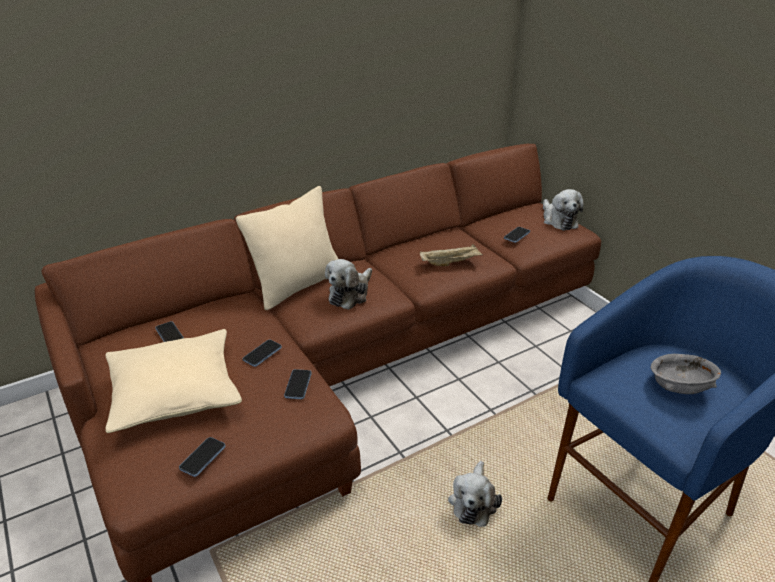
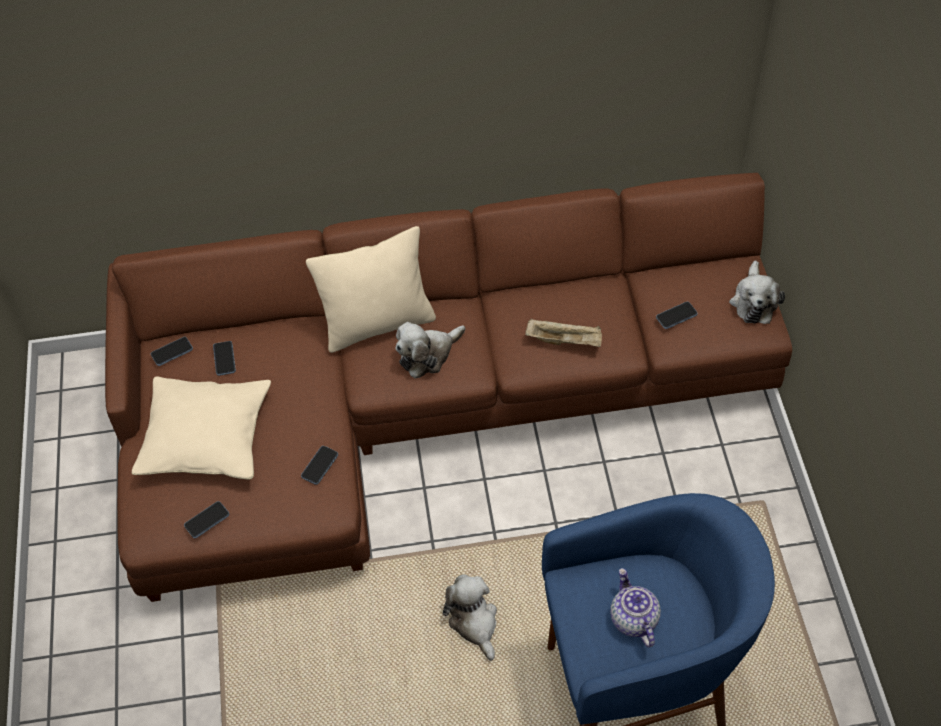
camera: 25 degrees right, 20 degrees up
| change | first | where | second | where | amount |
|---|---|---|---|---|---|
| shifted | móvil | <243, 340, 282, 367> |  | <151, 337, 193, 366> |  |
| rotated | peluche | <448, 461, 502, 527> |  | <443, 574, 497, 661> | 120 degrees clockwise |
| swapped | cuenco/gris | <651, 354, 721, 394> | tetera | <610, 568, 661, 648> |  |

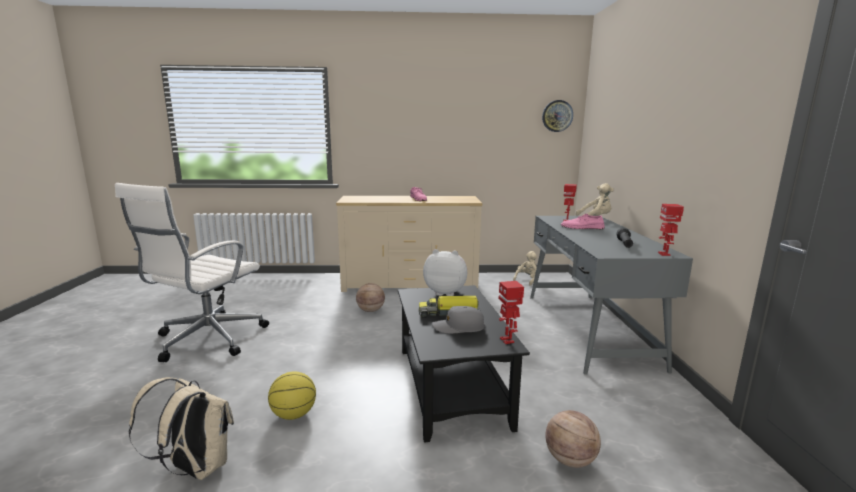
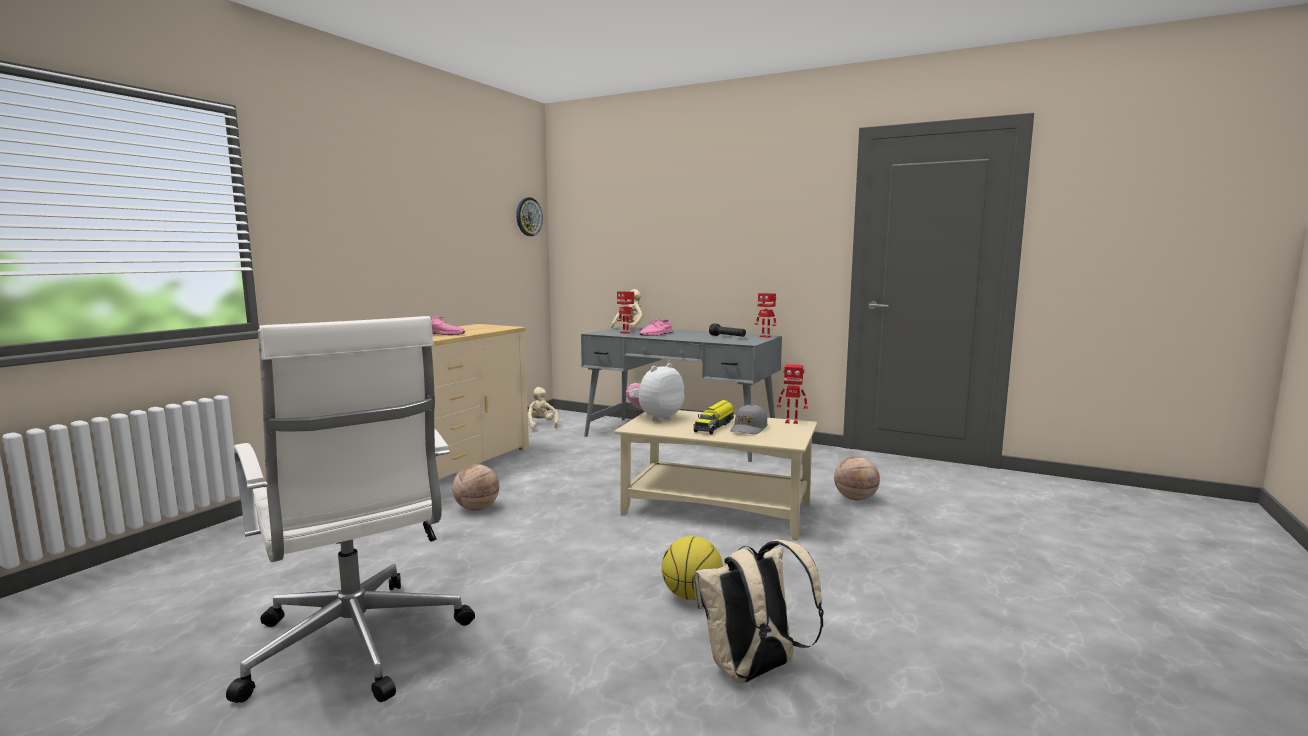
camera: 60 degrees left, 5 degrees down
| change | first | where | second | where | amount |
|---|---|---|---|---|---|
| repainted | mesa de centro/negro | <398, 285, 530, 443> | mesa de centro/beis | <614, 410, 818, 541> |  |

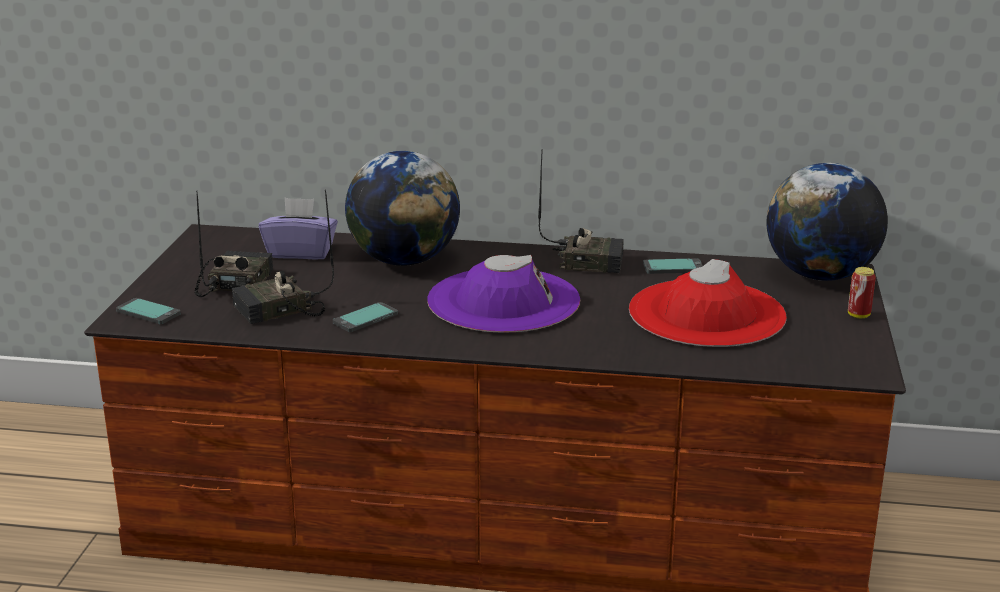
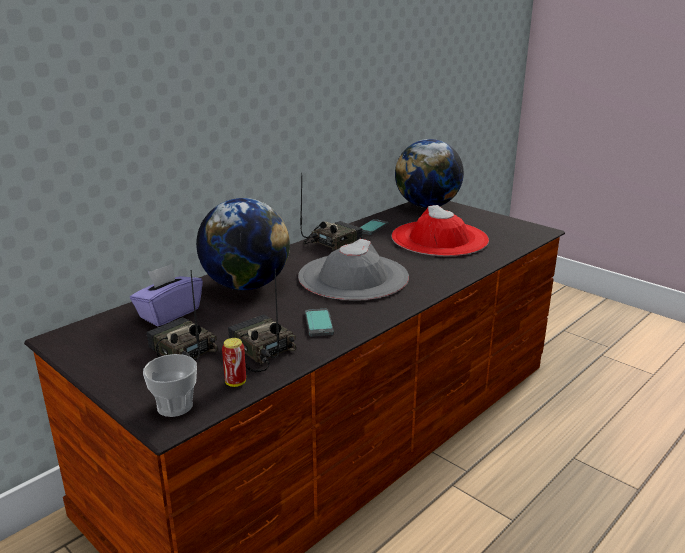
camera: 55 degrees left, 0 degrees up
| change | first | where | second | where | amount |
|---|---|---|---|---|---|
| swapped | móvil | <116, 298, 181, 324> | taza | <143, 354, 197, 417> |  |
| rotated | radio | <232, 190, 334, 324> |  | <228, 269, 296, 372> | 135 degrees clockwise |
| repainted | sombrero/morado | <427, 255, 580, 333> | sombrero/gris | <298, 239, 409, 300> |  |
| shifted | lata | <848, 267, 876, 318> |  | <222, 338, 246, 387> |  |

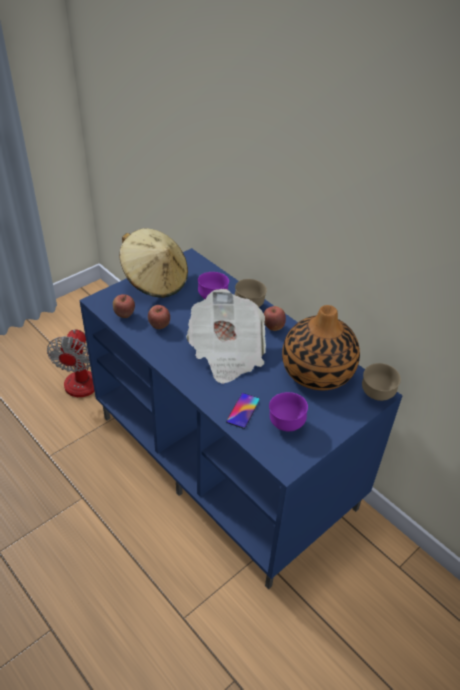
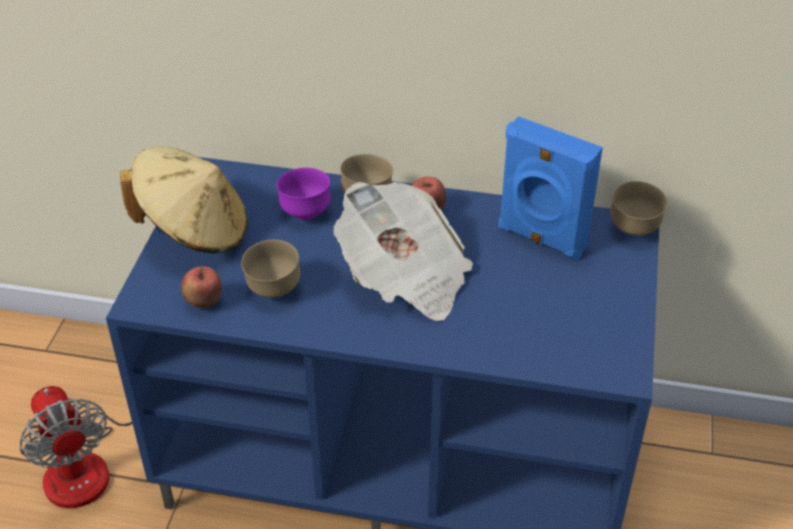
camera: 35 degrees left, 0 degrees up
| change | first | where | second | where | amount |
|---|---|---|---|---|---|
| swapped | manzana | <148, 305, 170, 329> | cuenco/marrón | <241, 240, 301, 298> |  |
| gone | móvil | <226, 393, 260, 429> |  |  |  |
| gone | cuenco/morado | <269, 392, 308, 431> |  |  |  |
| swapped | florero | <282, 305, 360, 390> | altavoz/azul | <498, 116, 603, 260> |  |

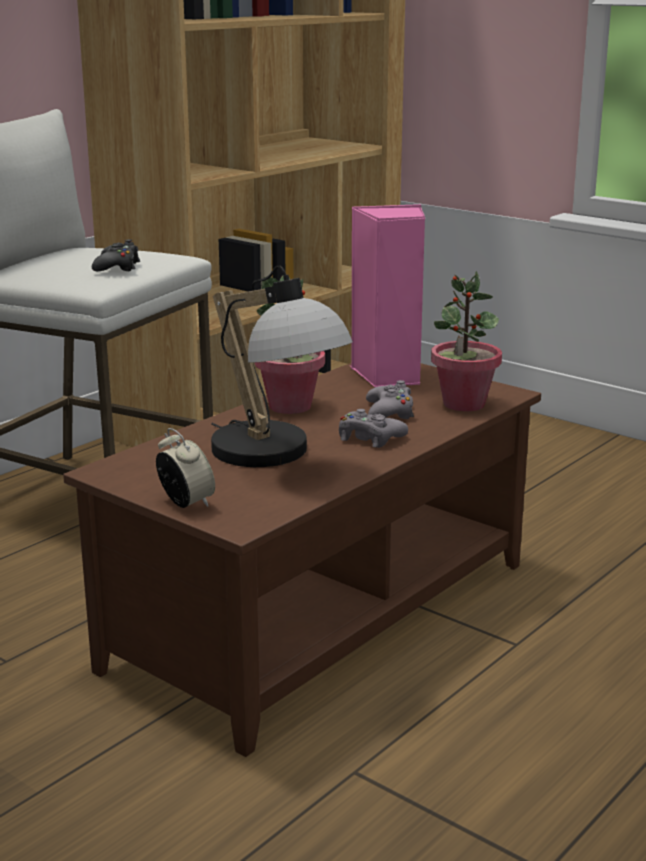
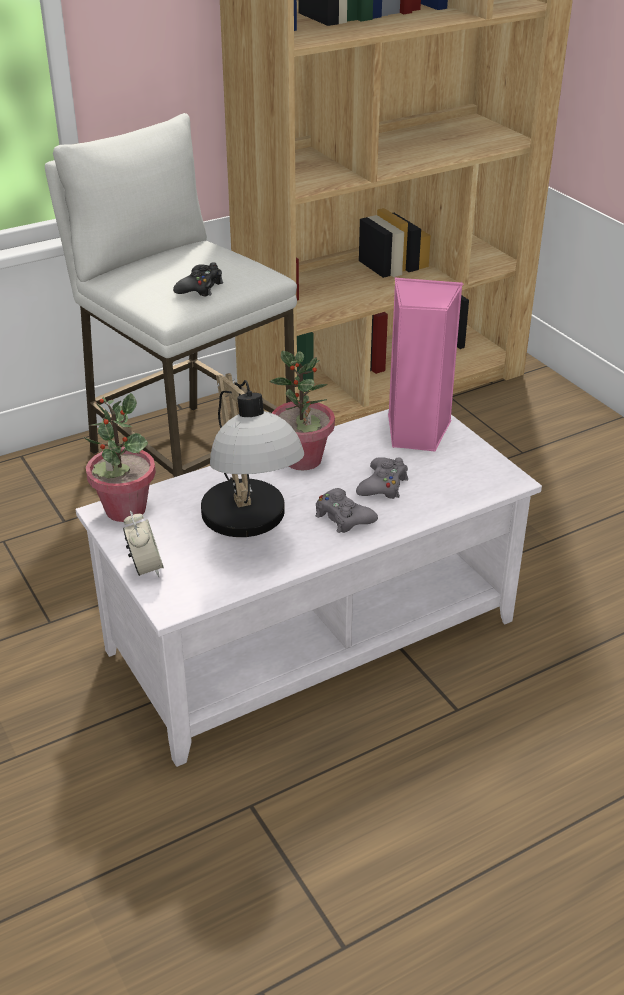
camera: 20 degrees right, 15 degrees up
| change | first | where | second | where | amount |
|---|---|---|---|---|---|
| repainted | mesa de centro/marrón | <63, 363, 541, 757> | mesa de centro/blanco | <75, 409, 542, 767> |  |
| shifted | planta en maceta | <431, 271, 502, 411> |  | <83, 393, 156, 522> |  |

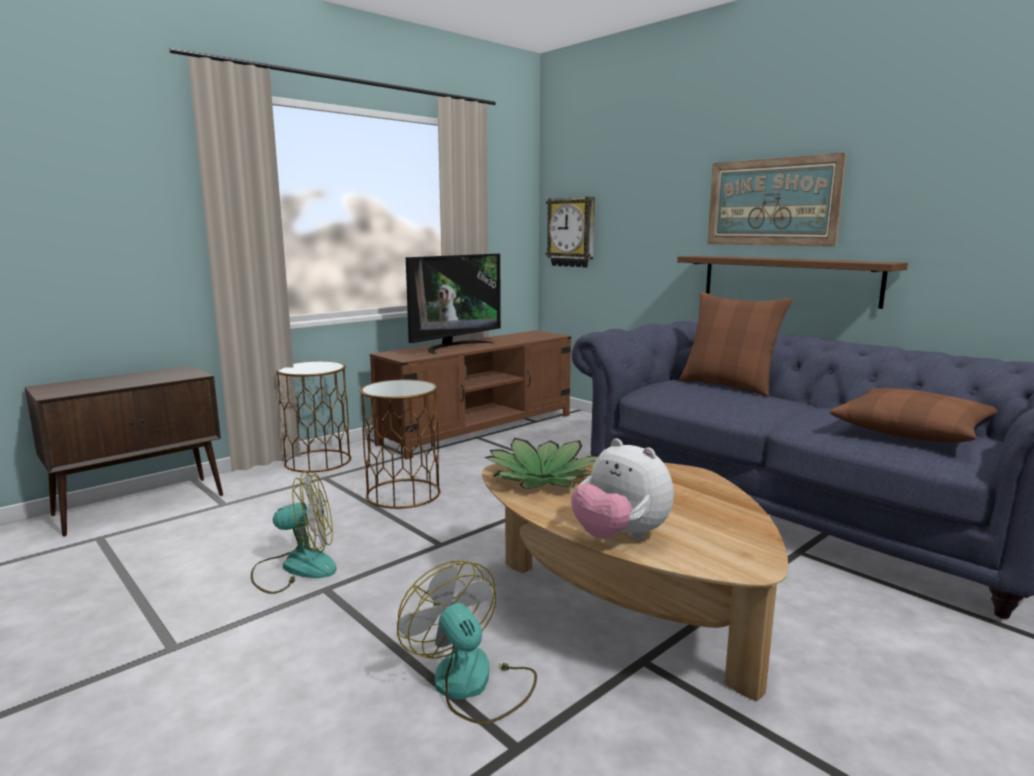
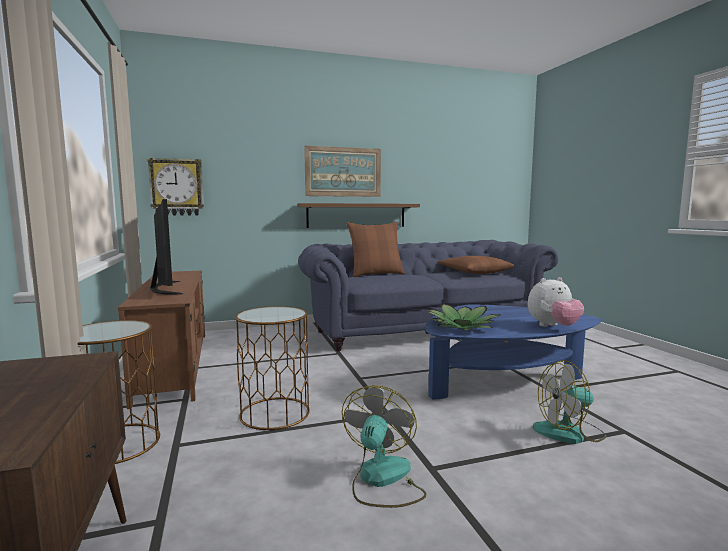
camera: 65 degrees left, 5 degrees down
| change | first | where | second | where | amount |
|---|---|---|---|---|---|
| repainted | mesa de centro/marrón | <482, 458, 788, 701> | mesa de centro/azul | <426, 304, 602, 400> |  |

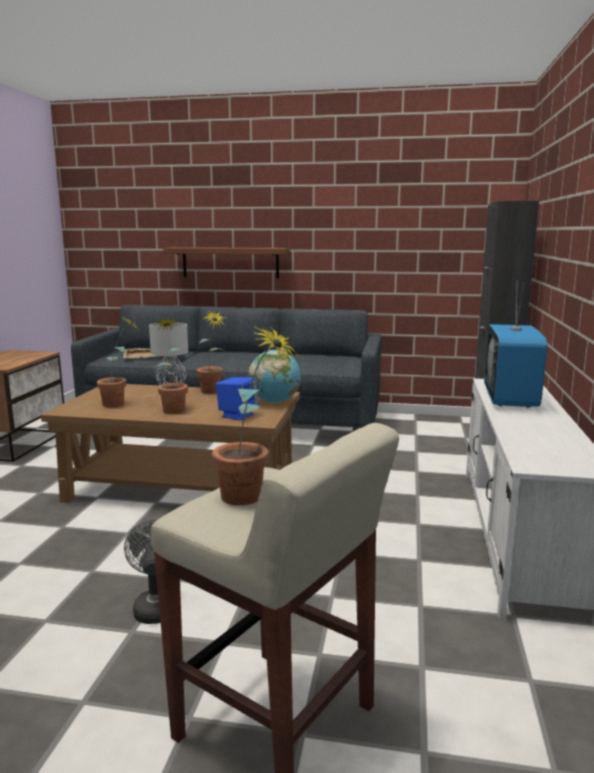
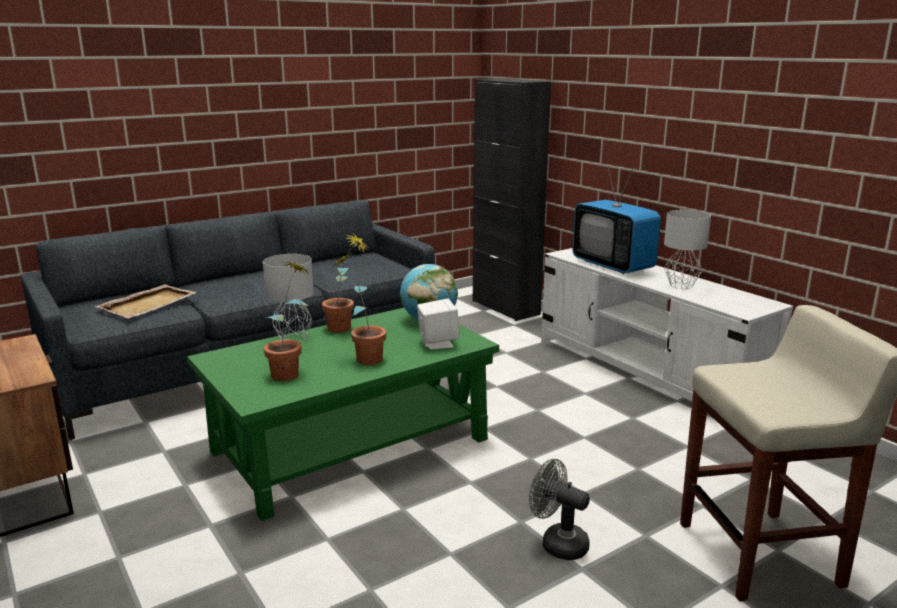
camera: 45 degrees left, 5 degrees up
| change | first | where | second | where | amount |
|---|---|---|---|---|---|
| repainted | mesa de centro/marrón | <41, 384, 300, 503> | mesa de centro/verde | <187, 308, 499, 521> |  |
| gone | estante | <163, 247, 290, 278> |  |  |  |
| gone | planta en maceta | <212, 326, 299, 505> |  |  |  |
| repainted | altavoz/azul | <216, 377, 259, 420> | altavoz/blanco | <417, 299, 460, 350> |  |
| new |  |  | lámpara de mesa/gris | <664, 210, 711, 289> |  |

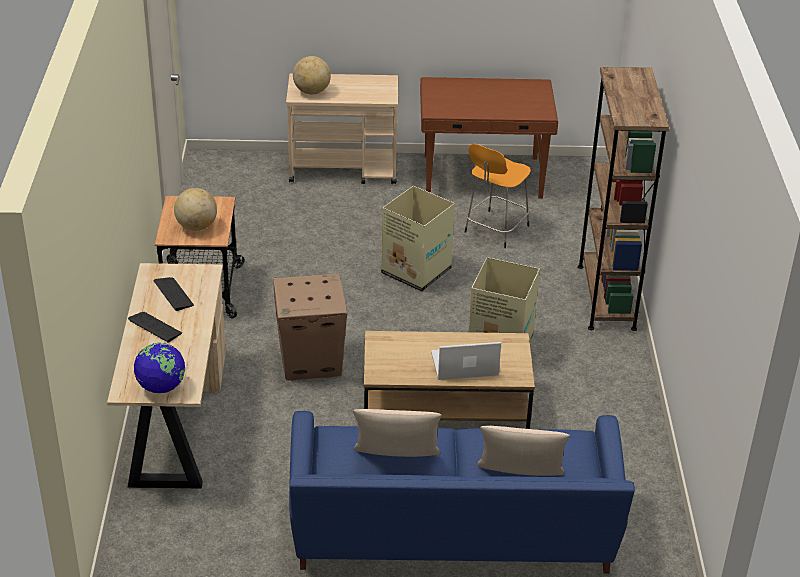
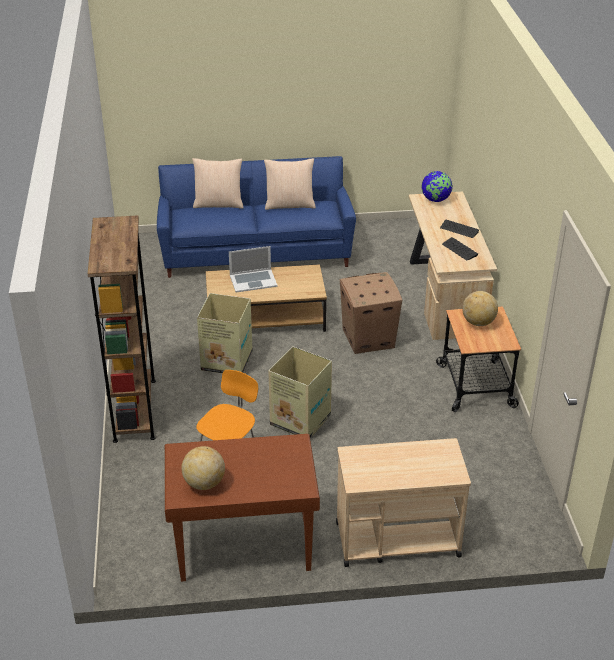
camera: 175 degrees right, 0 degrees up
| change | first | where | second | where | amount |
|---|---|---|---|---|---|
| shifted | globo terráqueo | <293, 56, 331, 94> |  | <181, 446, 225, 490> |  |

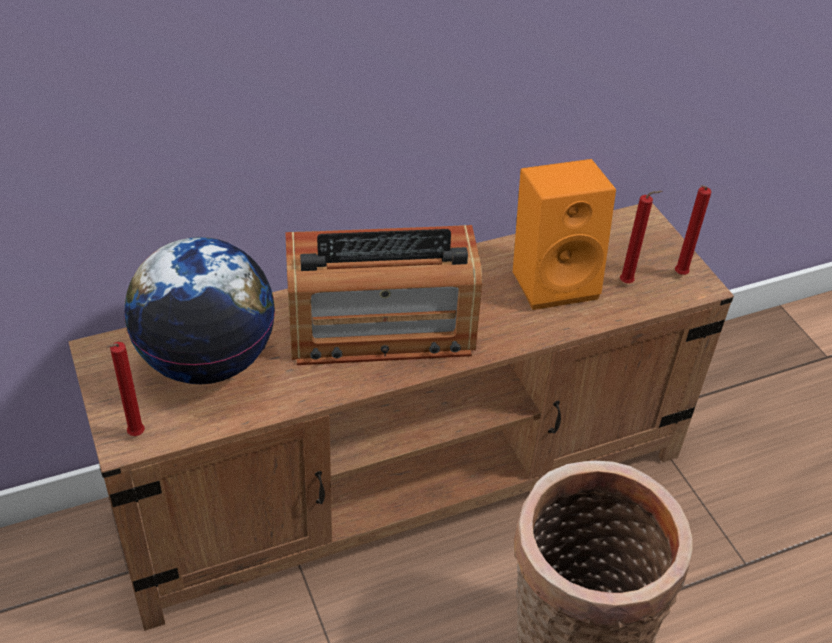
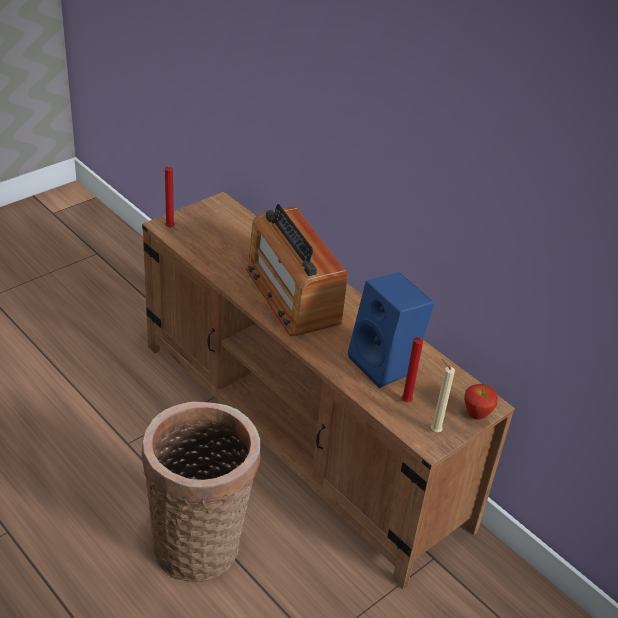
camera: 70 degrees right, 5 degrees down
| change | first | where | second | where | amount |
|---|---|---|---|---|---|
| gone | globo terráqueo | <124, 237, 275, 384> |  |  |  |
| repainted | altavoz/naranja | <513, 159, 616, 310> | altavoz/azul | <348, 272, 434, 388> |  |
| repainted | vela/rojo | <675, 185, 711, 275> | vela/beis | <431, 359, 455, 432> |  |
| new |  |  | manzana | <464, 384, 498, 420> |  |

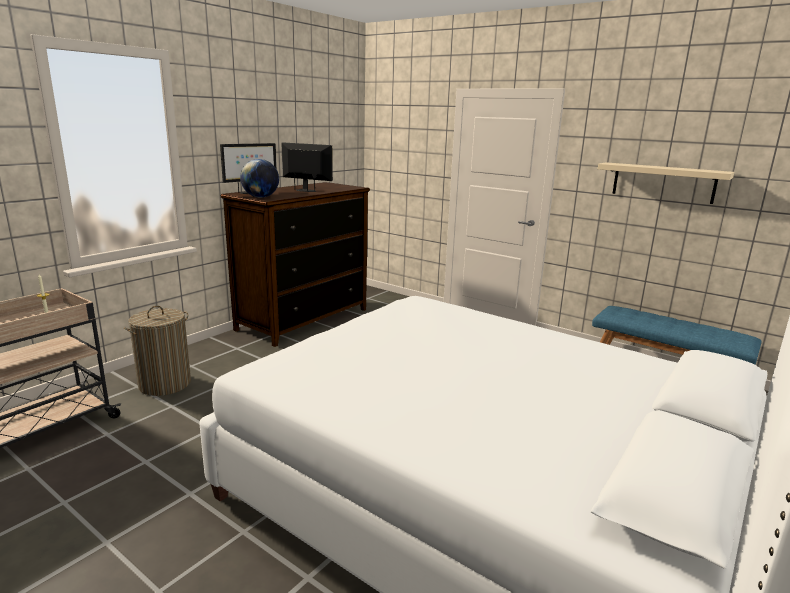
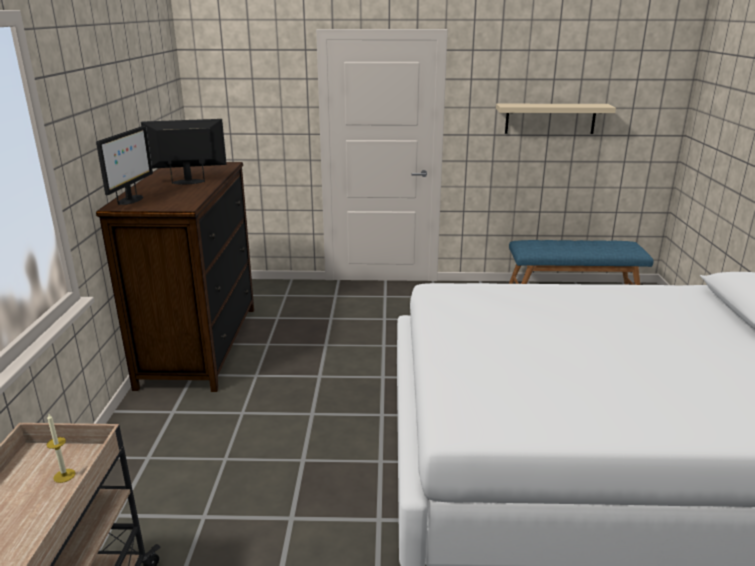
camera: 35 degrees left, 5 degrees up
| change | first | where | second | where | amount |
|---|---|---|---|---|---|
| gone | cesto de la ropa | <124, 306, 191, 396> |  |  |  |
| gone | globo terráqueo | <240, 159, 279, 198> |  |  |  |

